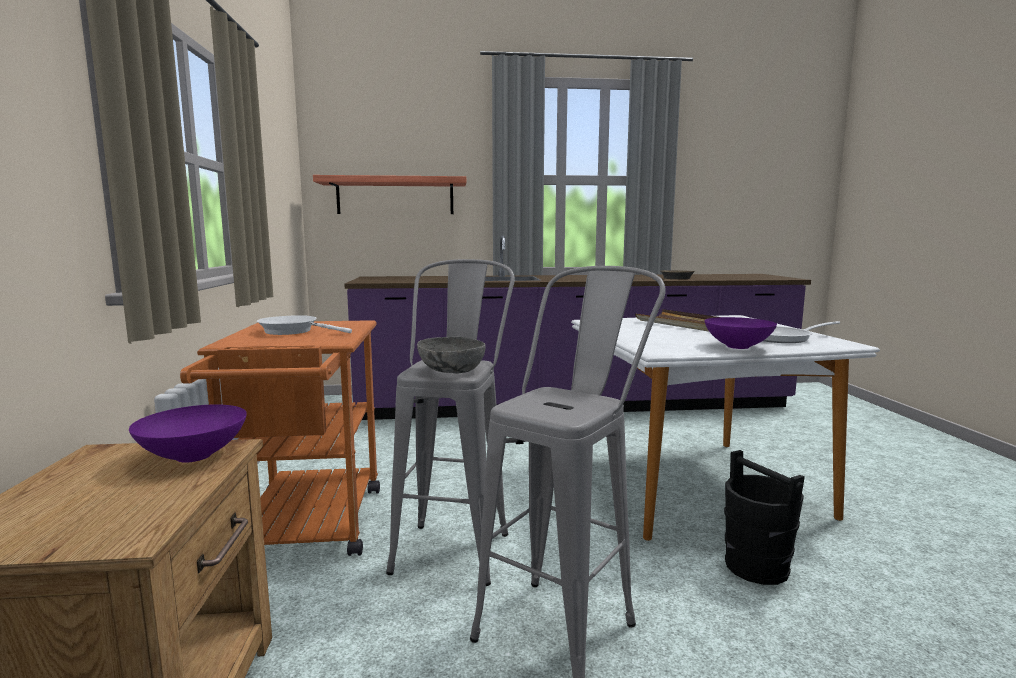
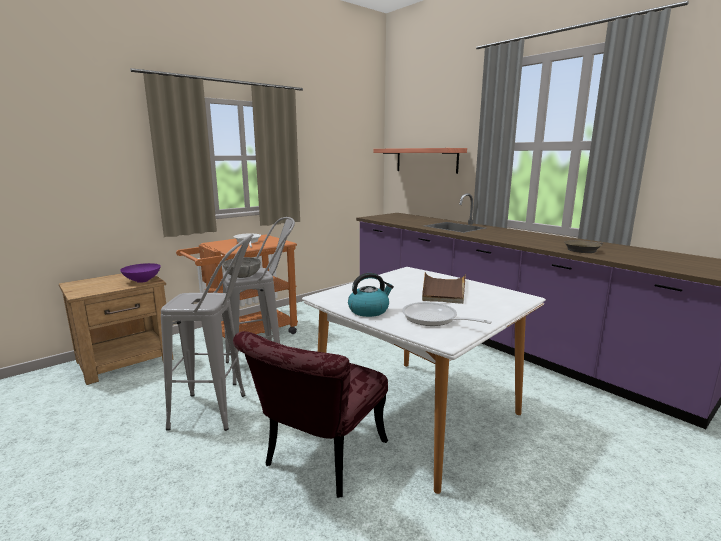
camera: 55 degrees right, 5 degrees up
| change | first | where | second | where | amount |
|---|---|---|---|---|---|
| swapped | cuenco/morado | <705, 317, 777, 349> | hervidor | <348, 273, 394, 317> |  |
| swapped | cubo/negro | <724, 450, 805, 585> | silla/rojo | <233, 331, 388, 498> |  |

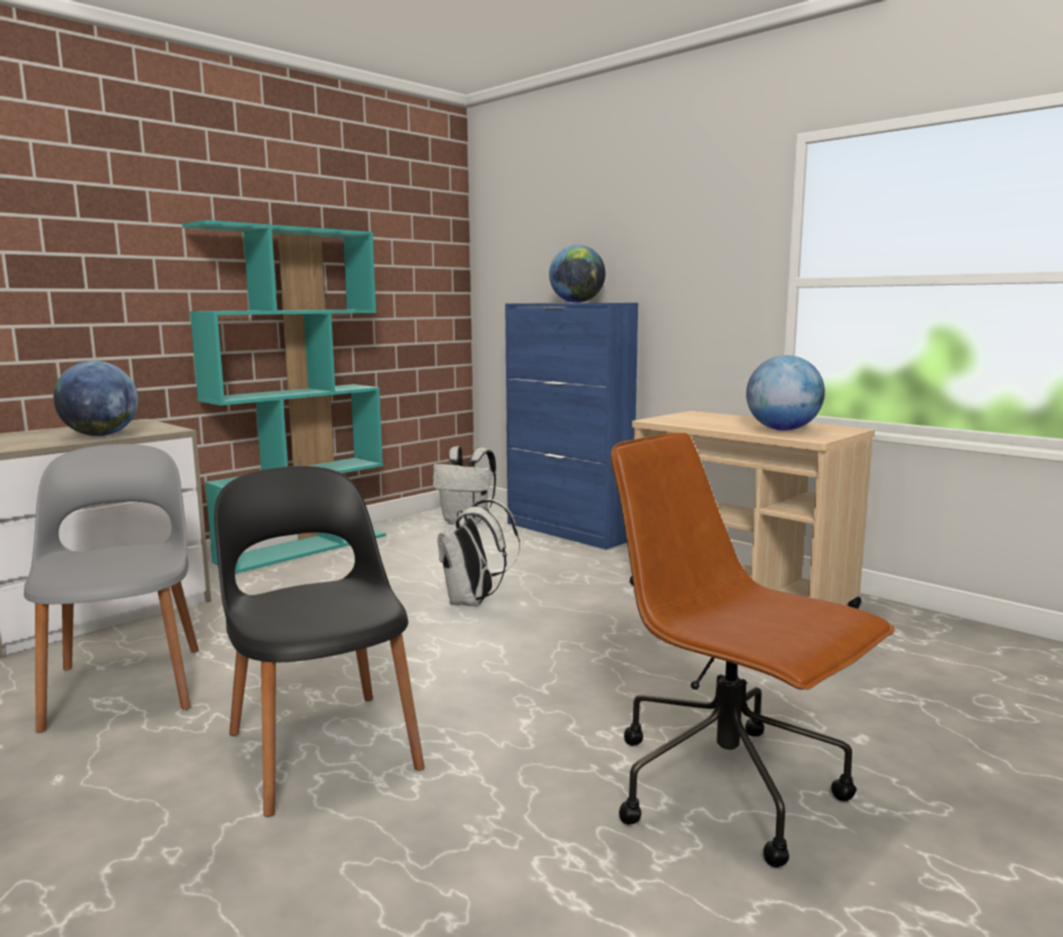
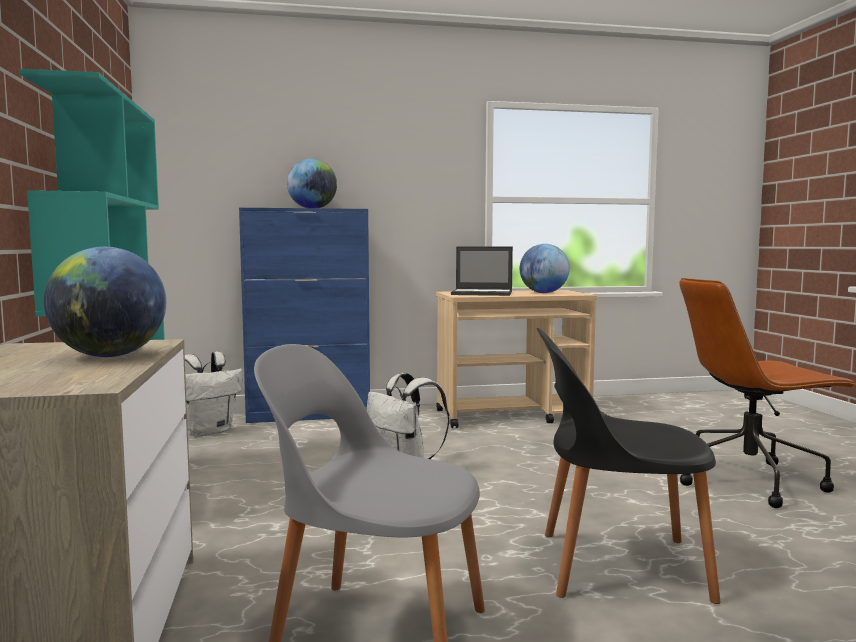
camera: 55 degrees left, 5 degrees down
| change | first | where | second | where | amount |
|---|---|---|---|---|---|
| new |  |  | portátil | <451, 246, 513, 296> |  |

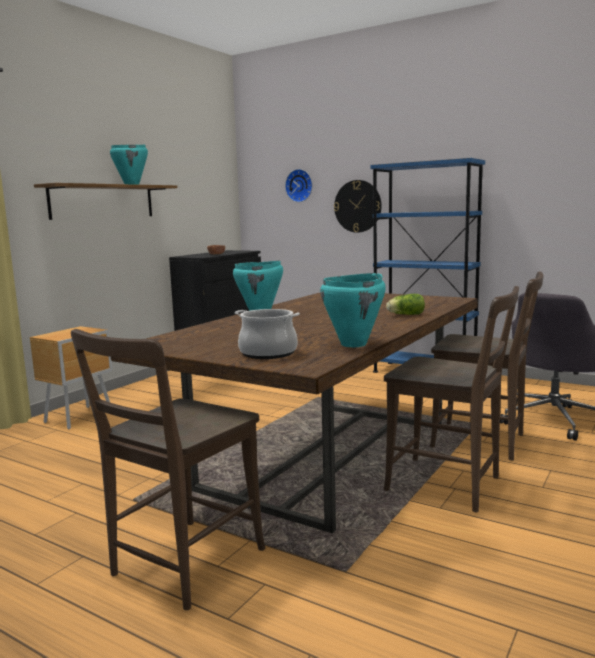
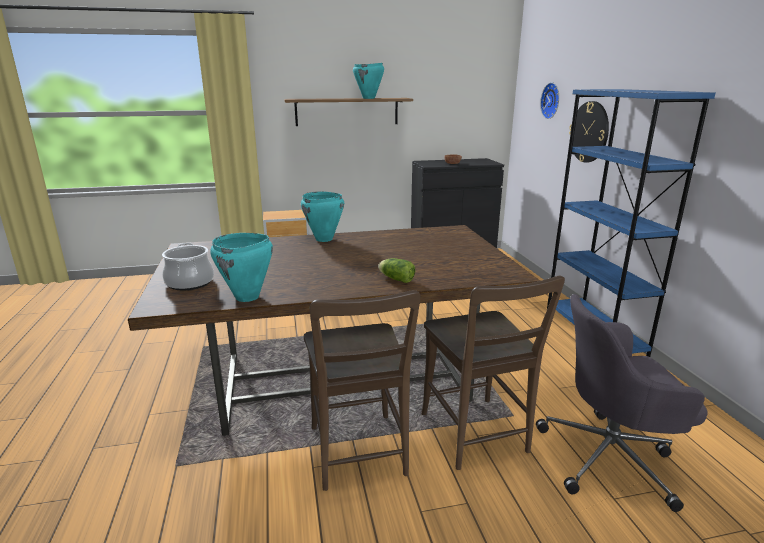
camera: 45 degrees right, 10 degrees up
| change | first | where | second | where | amount |
|---|---|---|---|---|---|
| gone | silla/marrón | <71, 329, 265, 610> |  |  |  |

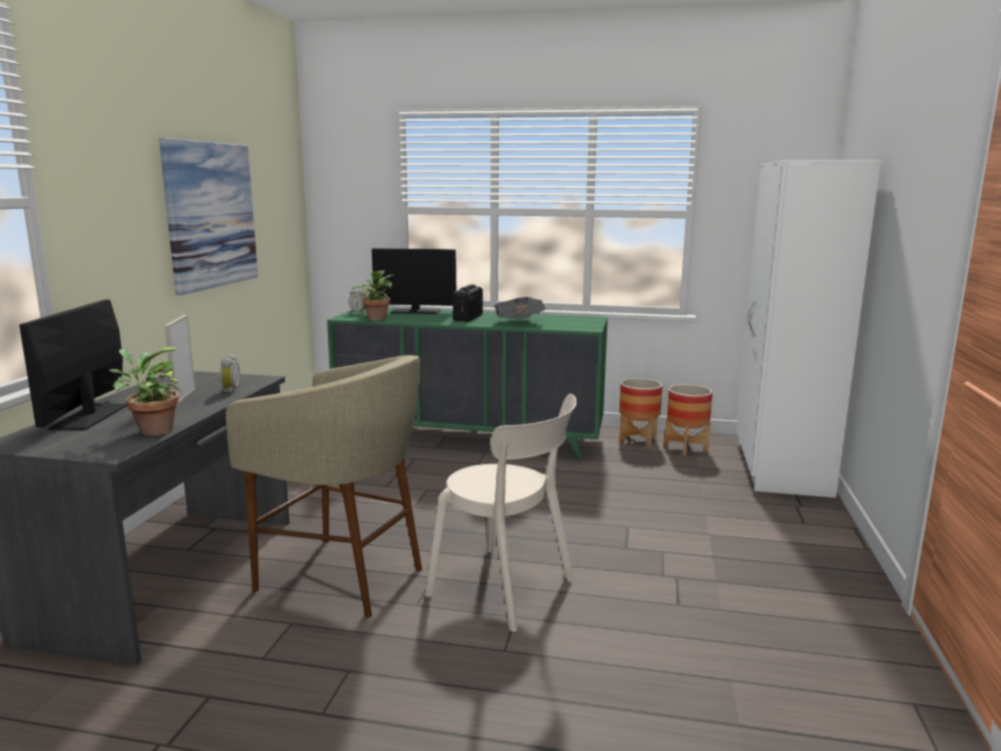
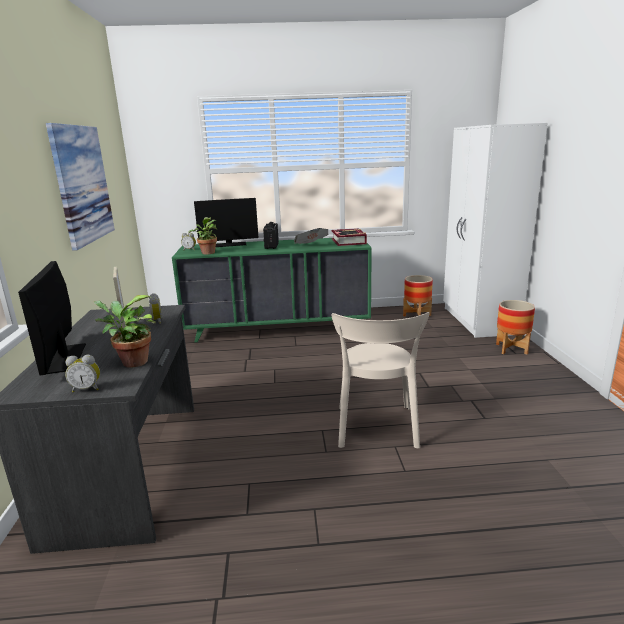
camera: 15 degrees left, 5 degrees up
| change | first | where | second | where | amount |
|---|---|---|---|---|---|
| gone | taburete/beis | <226, 355, 422, 618> |  |  |  |
| rotated | silla/beis | <425, 394, 577, 632> |  | <331, 312, 430, 448> | 75 degrees clockwise |
| shifted | maceta | <619, 378, 662, 447> |  | <496, 300, 535, 355> |  |
| new |  |  | despertador | <65, 355, 100, 392> |  |
| new |  |  | libro | <331, 228, 367, 246> |  |

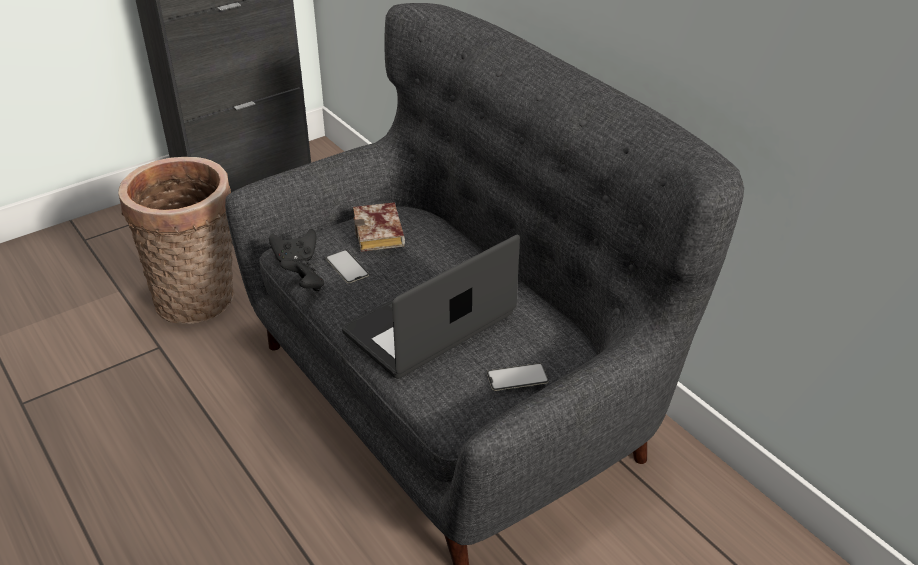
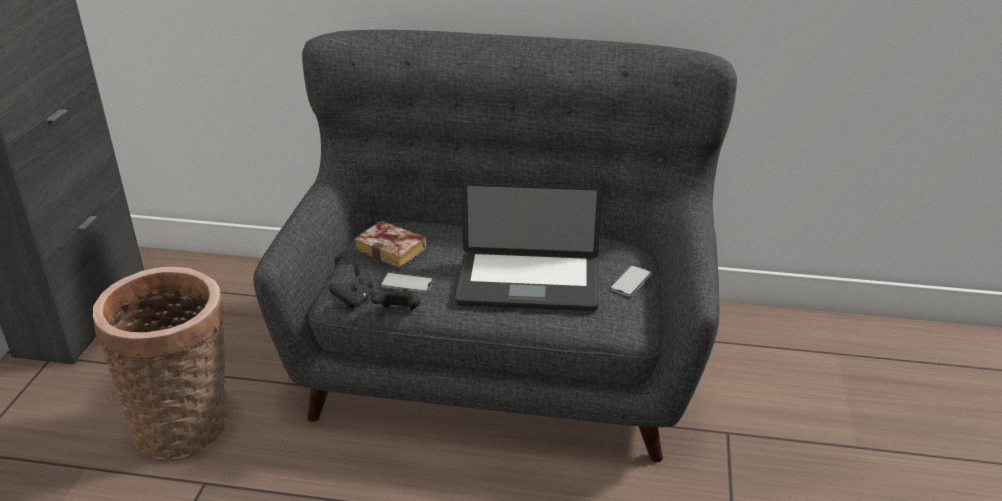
camera: 45 degrees left, 5 degrees down
| change | first | where | second | where | amount |
|---|---|---|---|---|---|
| rotated | portátil | <342, 235, 520, 379> |  | <455, 182, 603, 311> | 90 degrees counterclockwise |

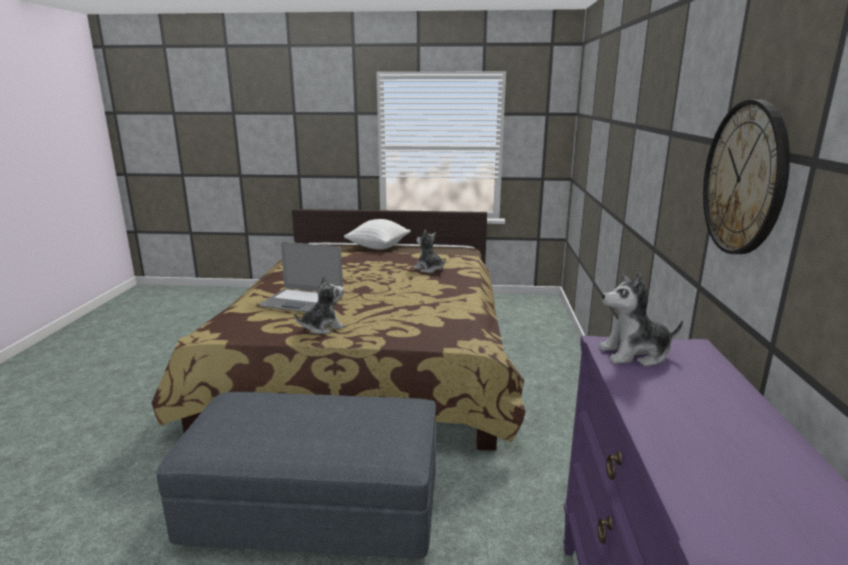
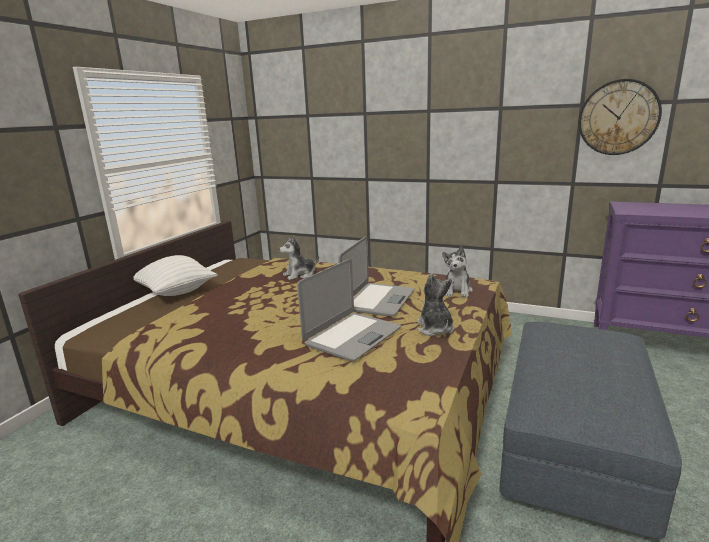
camera: 70 degrees left, 0 degrees up
| change | first | where | second | where | amount |
|---|---|---|---|---|---|
| shifted | peluche | <598, 273, 683, 367> |  | <442, 246, 473, 297> |  |
| new |  |  | portátil | <338, 236, 415, 316> |  |

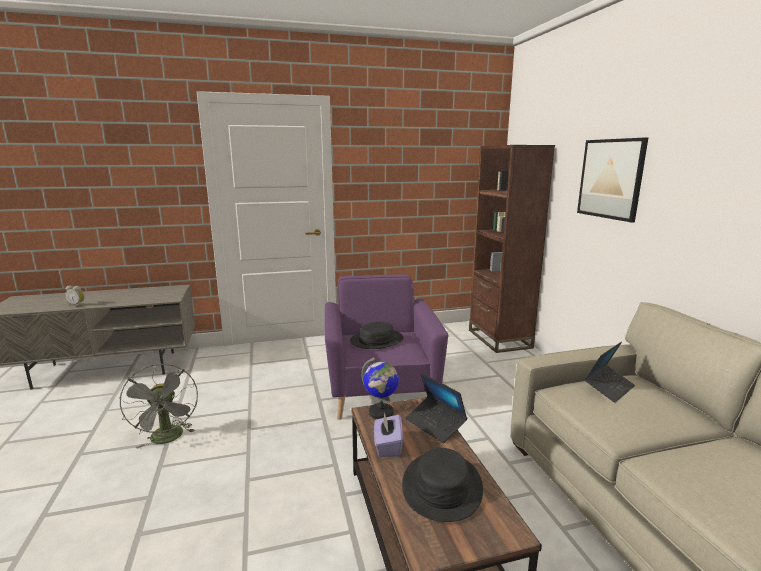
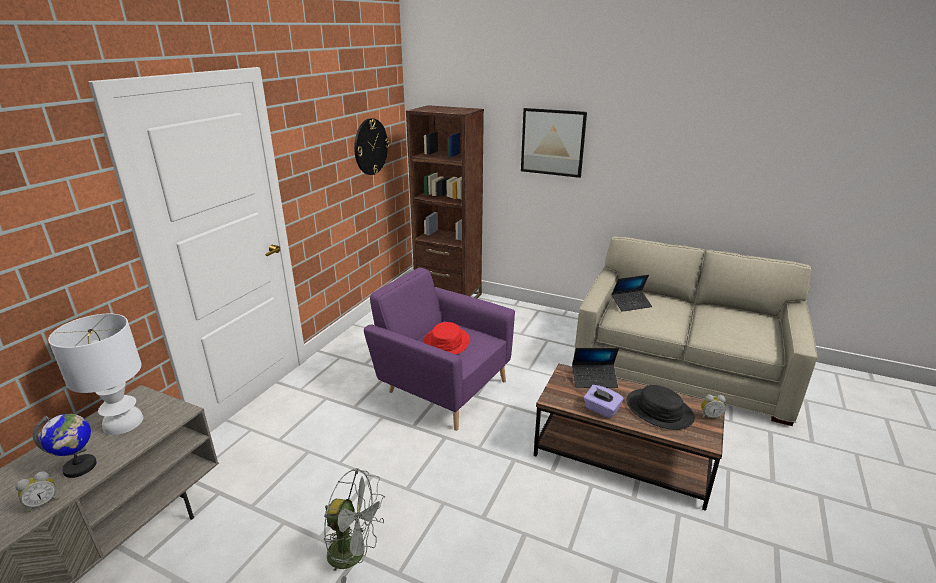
camera: 50 degrees left, 10 degrees up
| change | first | where | second | where | amount |
|---|---|---|---|---|---|
| repainted | sombrero/negro | <350, 322, 403, 349> | sombrero/rojo | <423, 322, 470, 355> |  |
| shifted | globo terráqueo | <361, 357, 399, 419> |  | <33, 414, 97, 478> |  |
| rotated | portátil | <584, 342, 635, 403> |  | <611, 275, 652, 312> | 75 degrees clockwise |
| new |  |  | lámpara de mesa/blanco | <48, 314, 143, 435> |  |
| new |  |  | reloj de pared | <354, 118, 389, 175> |  |
| new |  |  | despertador | <701, 394, 726, 419> |  |

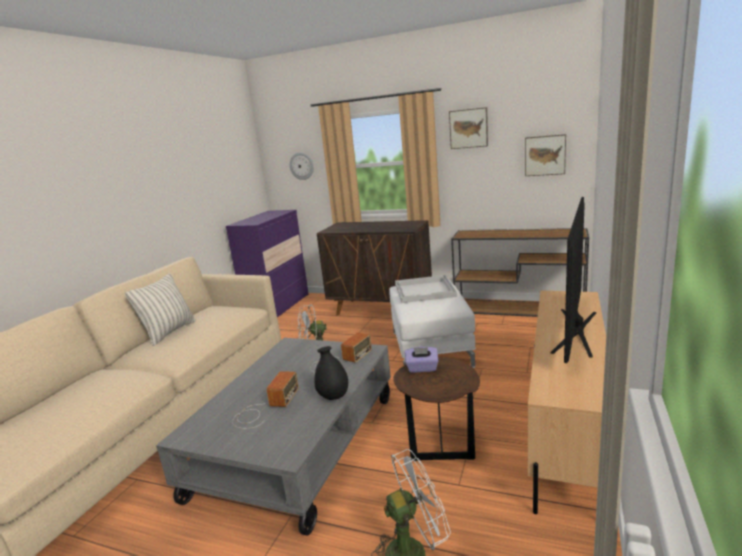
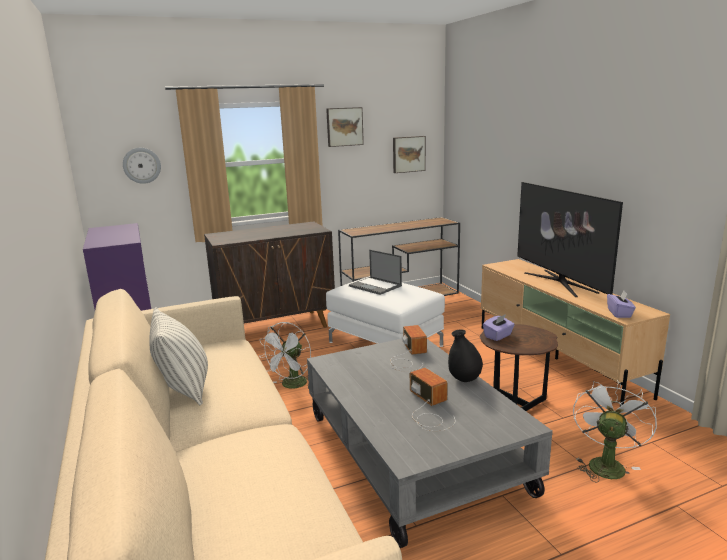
camera: 45 degrees left, 0 degrees up
| change | first | where | second | where | amount |
|---|---|---|---|---|---|
| swapped | bandeja/blanco | <395, 275, 457, 303> | portátil | <349, 250, 402, 295> |  |
| new |  |  | caja de pañuelos/morado | <607, 291, 636, 318> |  |

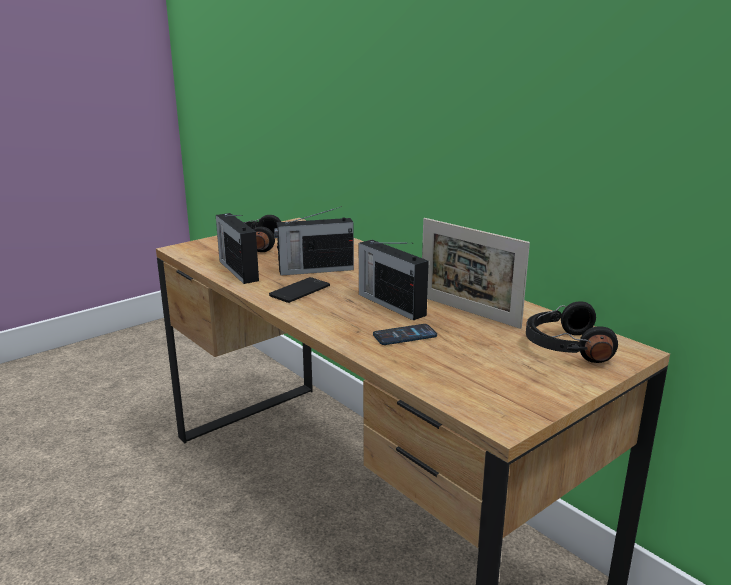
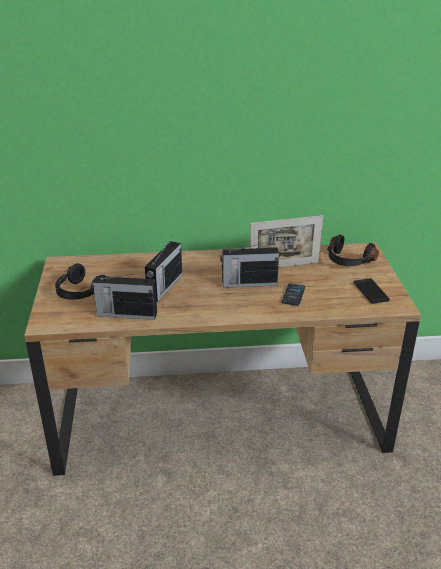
camera: 55 degrees left, 10 degrees up
| change | first | where | second | where | amount |
|---|---|---|---|---|---|
| shifted | móvil | <269, 277, 330, 303> |  | <353, 278, 390, 304> |  |

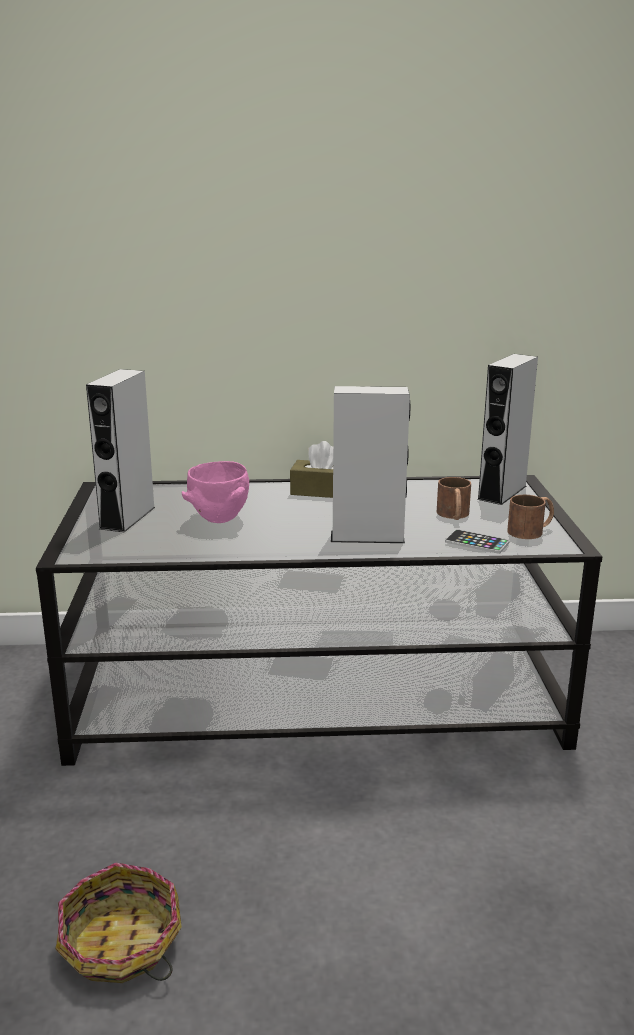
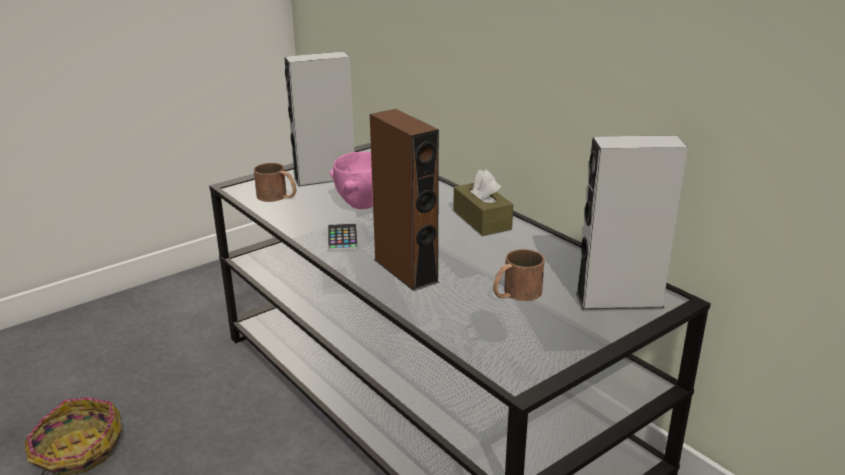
camera: 55 degrees right, 5 degrees up
| change | first | where | second | where | amount |
|---|---|---|---|---|---|
| repainted | altavoz/gris | <331, 386, 410, 543> | altavoz/marrón | <370, 109, 439, 291> |  |
| shifted | móvil | <445, 529, 510, 554> |  | <327, 223, 359, 251> |  |
| shifted | taza grande/marrón | <507, 495, 554, 539> |  | <254, 163, 296, 202> |  |

